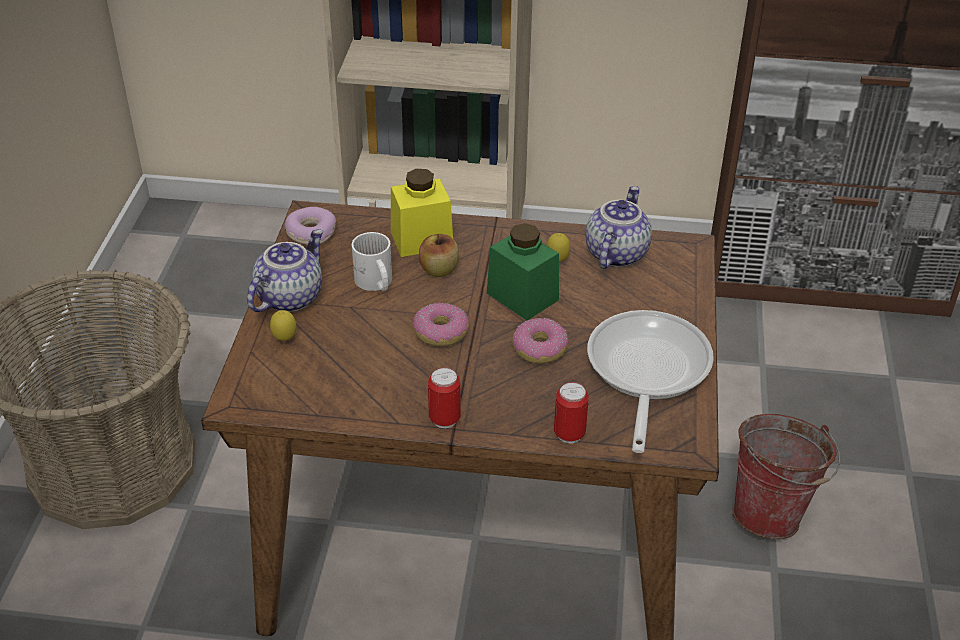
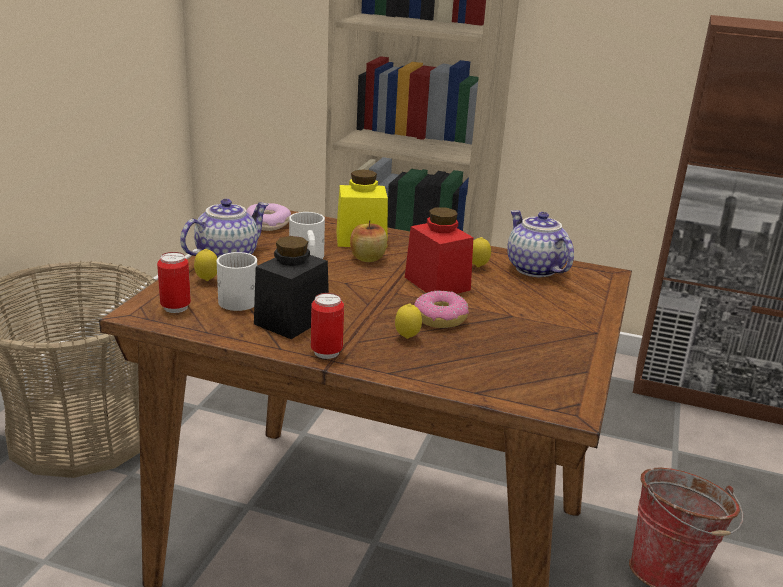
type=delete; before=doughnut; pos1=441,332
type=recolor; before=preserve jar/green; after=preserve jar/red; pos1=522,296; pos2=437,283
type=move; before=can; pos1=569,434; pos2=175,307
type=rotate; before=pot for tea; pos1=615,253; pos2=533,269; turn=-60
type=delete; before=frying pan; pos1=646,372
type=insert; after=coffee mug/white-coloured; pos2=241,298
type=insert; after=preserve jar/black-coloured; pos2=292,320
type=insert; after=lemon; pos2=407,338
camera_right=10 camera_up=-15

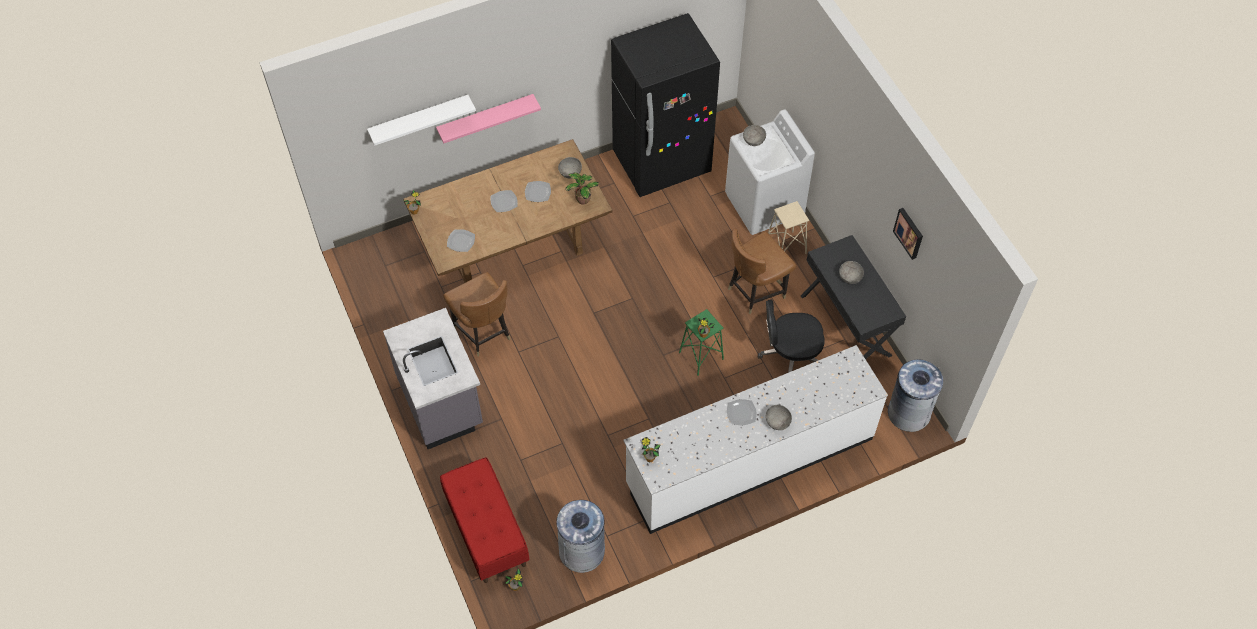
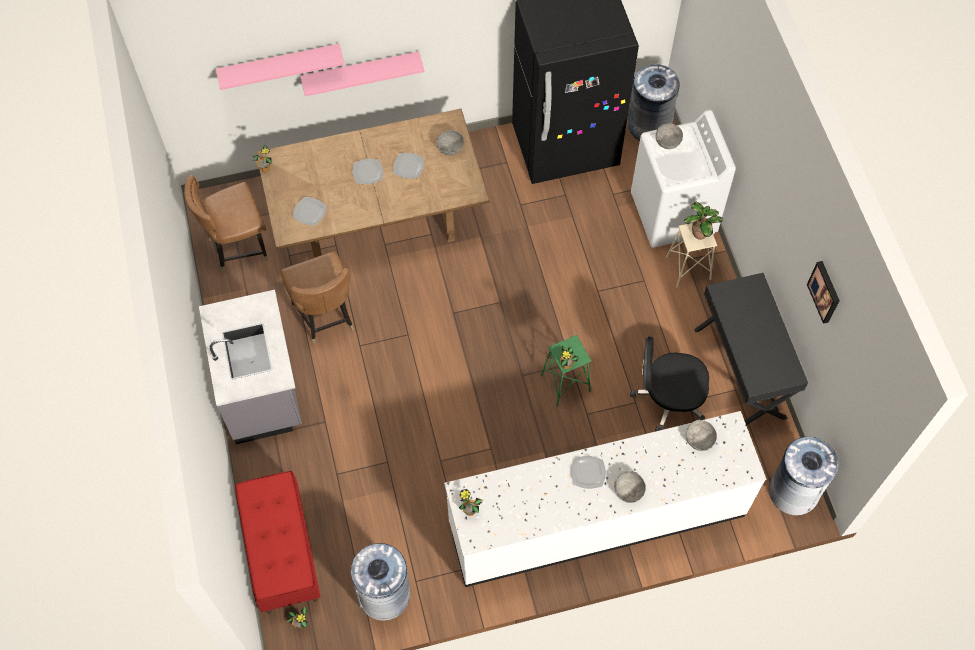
type=recolor; before=bracket shelf/white-coloured; after=bracket shelf/pinkish; pos1=419,119; pos2=279,64
type=move; before=houseplant; pos1=582,199; pos2=698,233
type=move; before=plain chair/brown-coloured; pos1=755,291; pos2=238,247
type=move; before=deep dish/gray; pos1=850,276; pos2=699,439
type=insert; after=trash can/gray; pos2=649,125
camera_right=10 camera_up=5

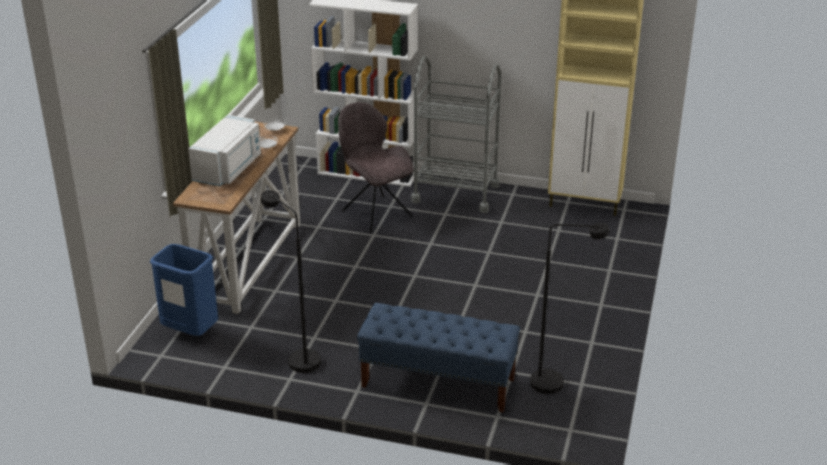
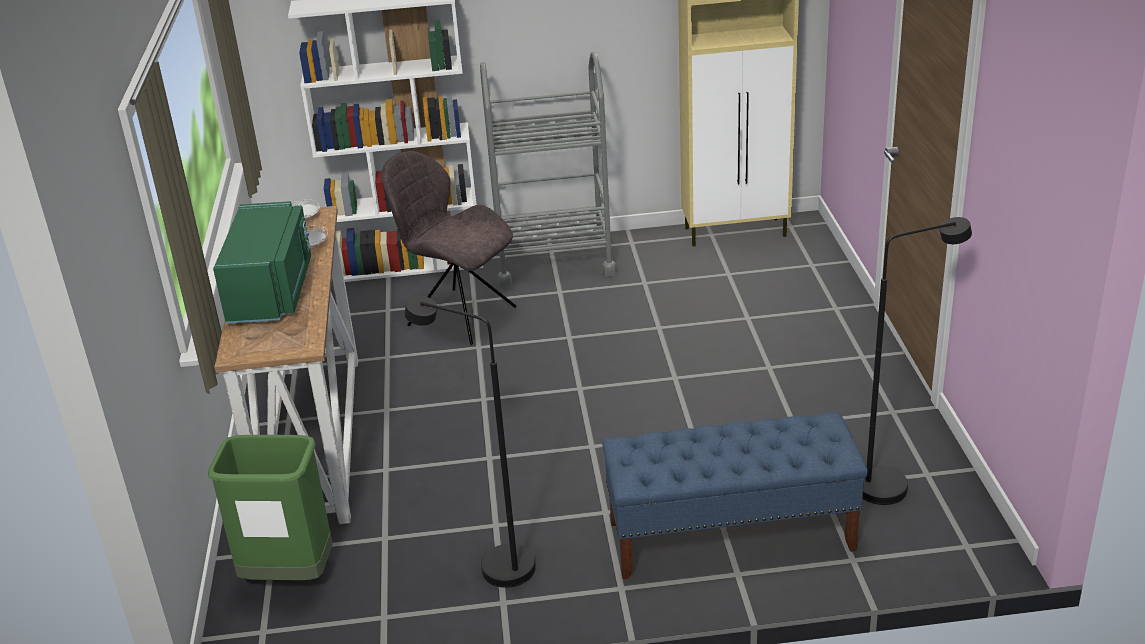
type=recolor; before=trash can/blue; after=trash can/green; pos1=190,332; pos2=288,576
type=recolor; before=microwave oven/white-coloured; after=microwave oven/green; pos1=229,169; pos2=272,291
camera_right=-20 camera_up=0

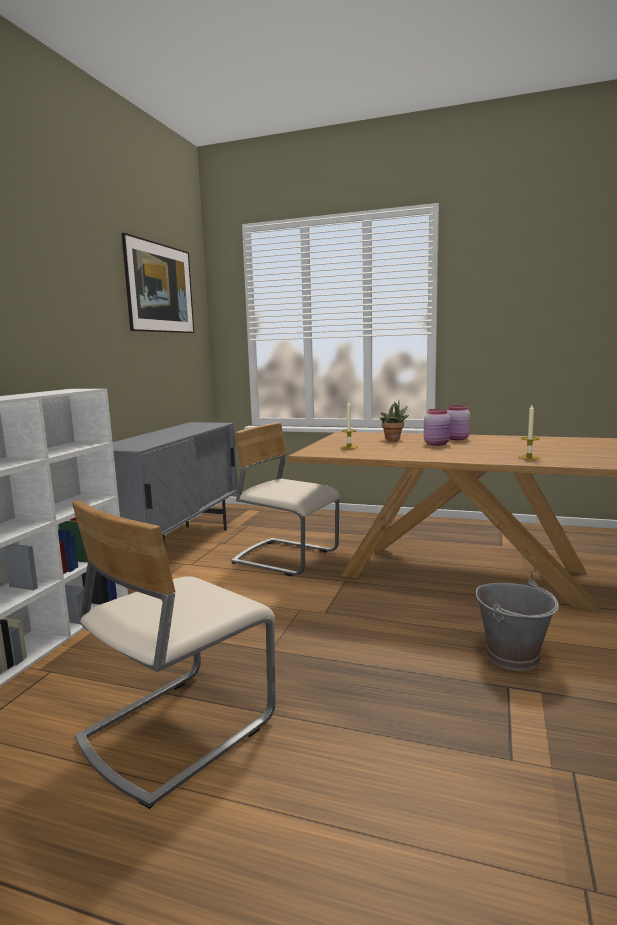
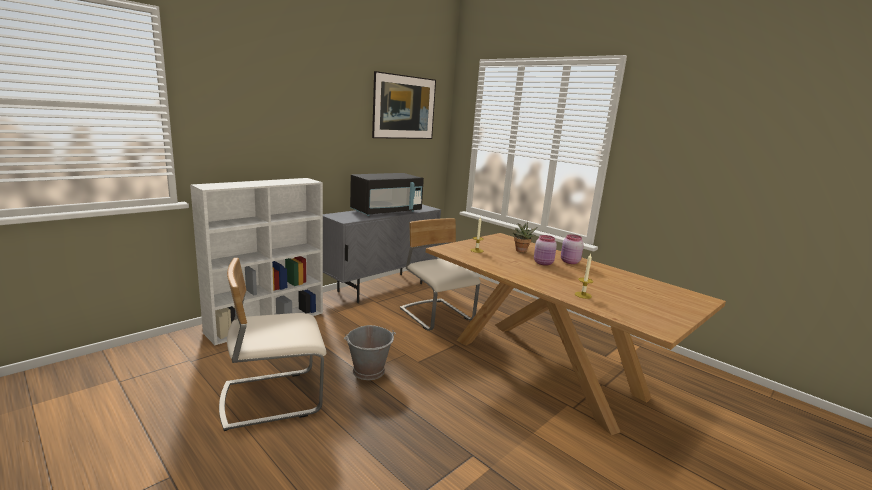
type=move; before=water bucket/gray; pos1=513,656; pos2=369,371
type=insert; after=microwave oven/black-coloured; pos2=386,212
camera_right=25 camera_up=5

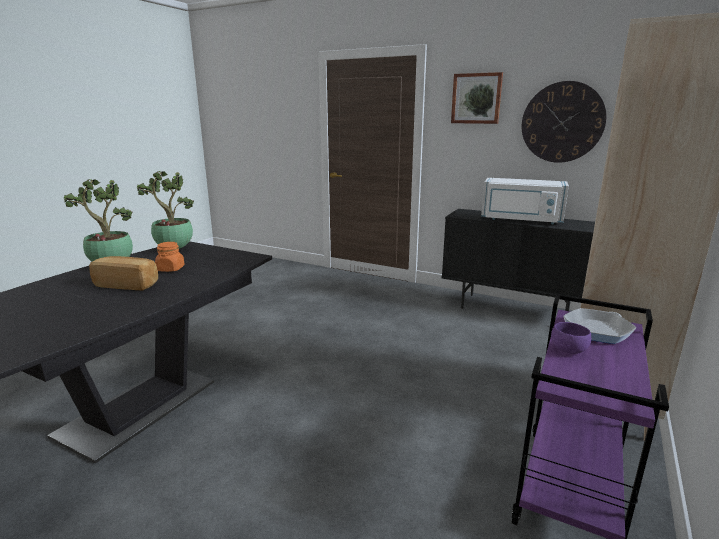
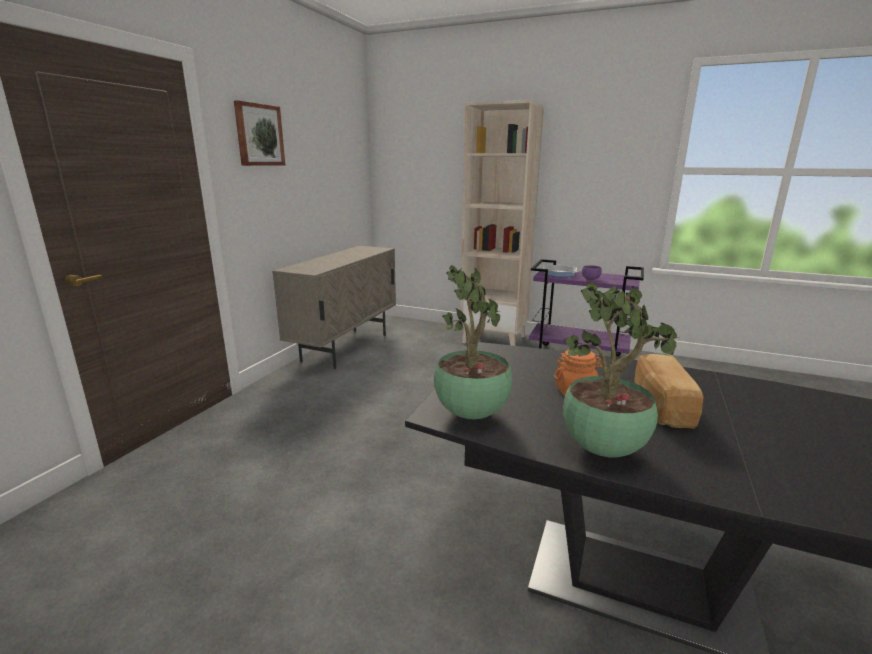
type=recolor; before=storage cabinet/black-coloured; after=storage cabinet/beige; pos1=514,310; pos2=346,347
type=delete; before=microwave oven/white-coloured; pos1=521,220
type=delete; before=wall clock; pos1=562,122
camera_right=-95 camera_up=0

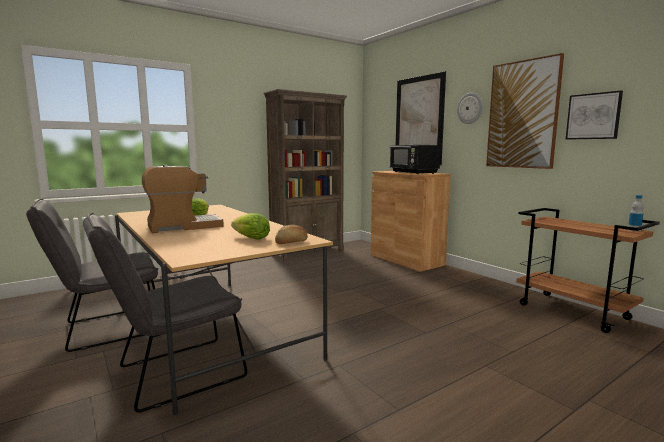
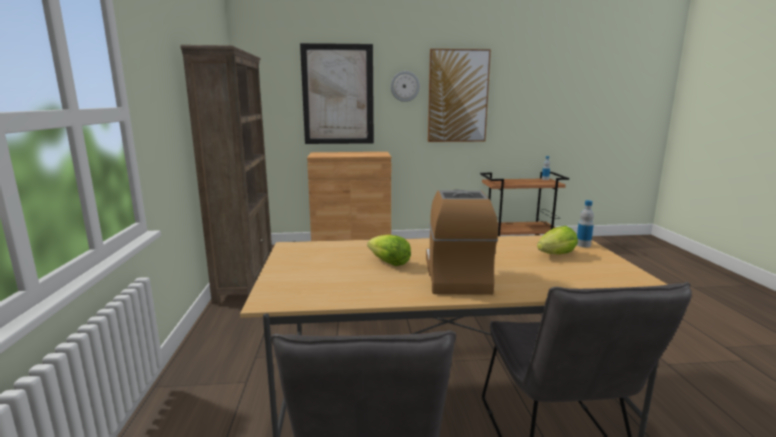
type=replace; before=baked bread; after=beverage bottle; pos1=292,242; pos2=583,245
type=delete; before=microwave oven/black-coloured; pos1=413,172
type=delete; before=wall picture; pos1=593,116
camera_right=-60 camera_up=5

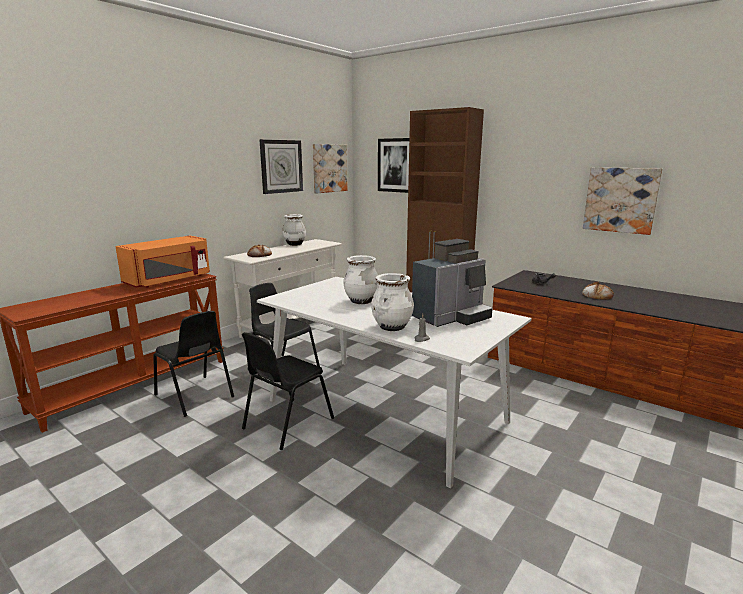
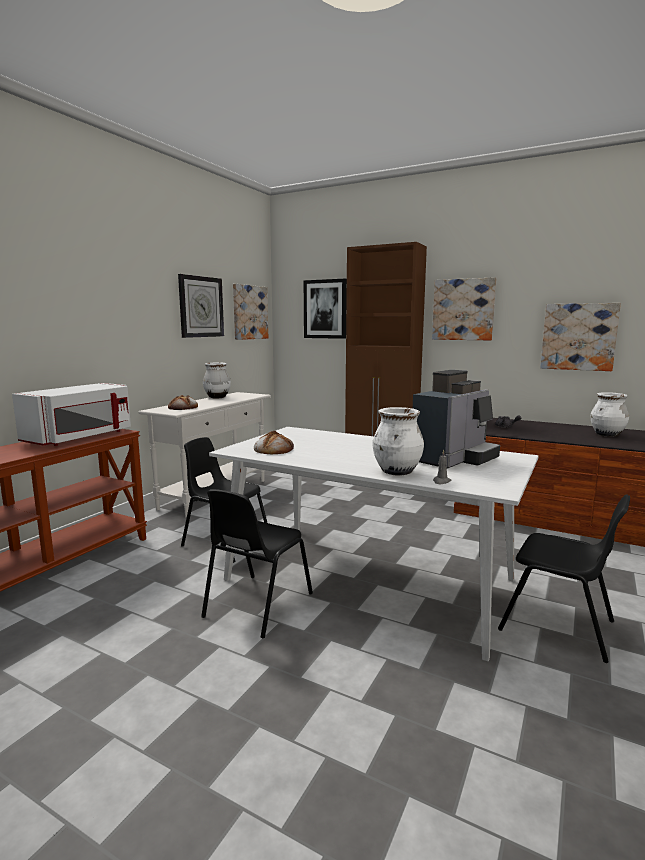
type=recolor; before=microwave oven/orangey; after=microwave oven/white-coloured; pos1=169,280; pos2=81,437
type=move; before=plain chair/black-coloured; pos1=195,396; pos2=558,626
type=move; before=decorative vase/white-coloured; pos1=361,301; pos2=607,435
type=move; before=baked bread; pos1=597,295; pos2=273,449
type=insert; after=wall picture; pos2=463,309
camera_right=-10 camera_up=-5

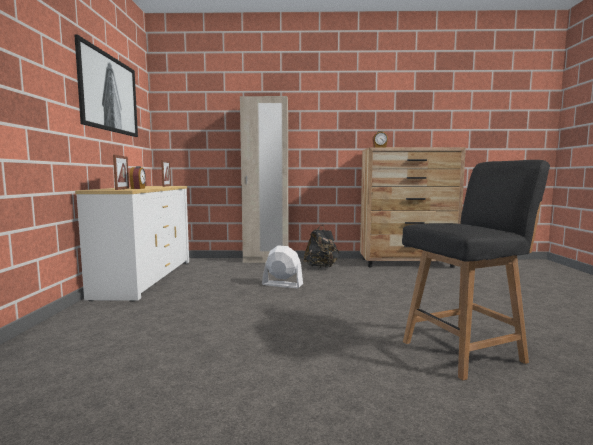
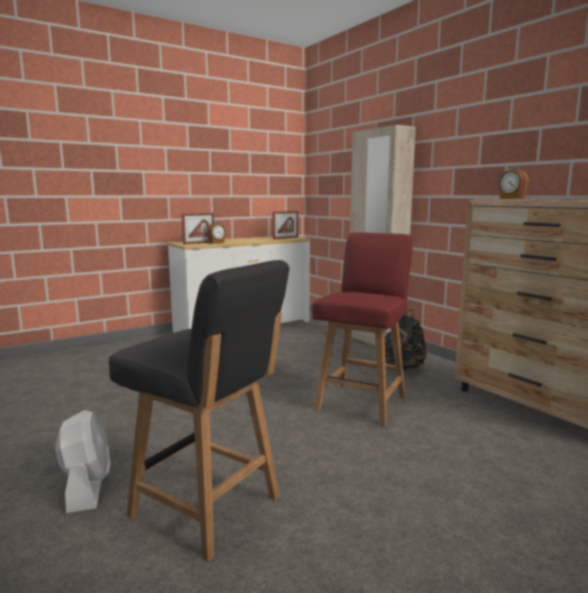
type=delete; before=wall picture; pos1=109,93
type=move; before=cooling fan/white-coloured; pos1=282,284; pos2=87,487
type=insert; after=plain chair/red; pos2=362,402
camera_right=55 camera_up=5

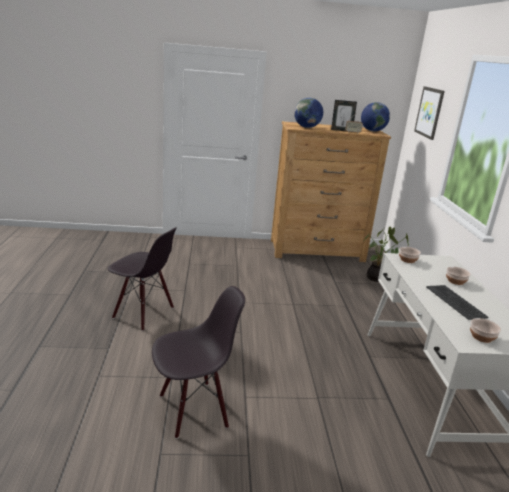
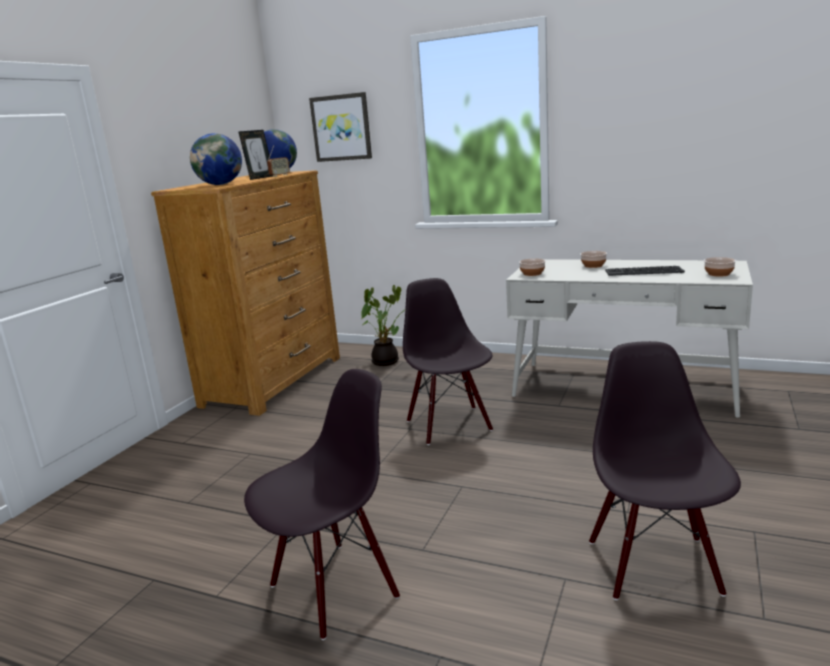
type=insert; after=plain chair/black-coloured; pos2=450,425
camera_right=-60 camera_up=-5

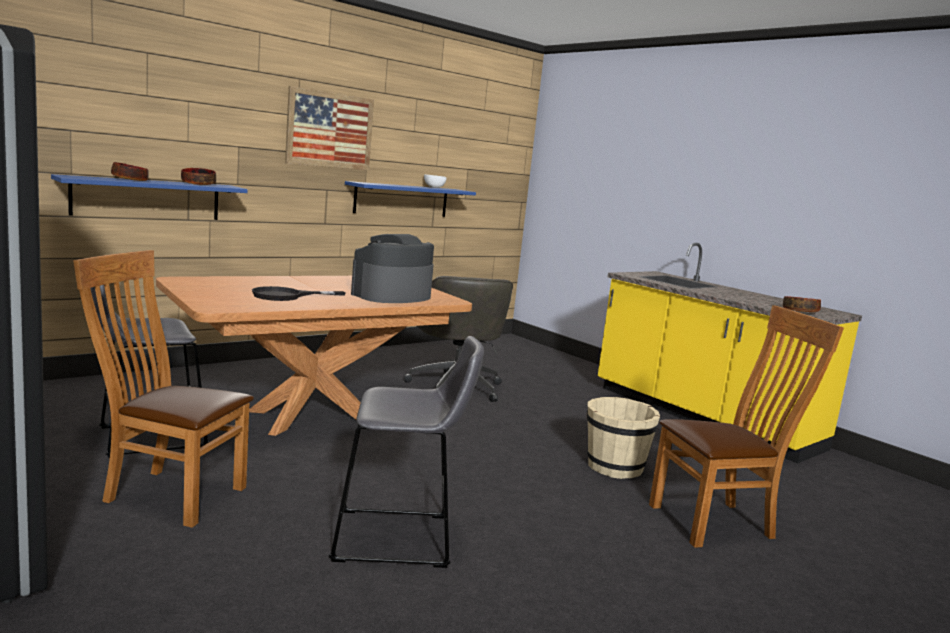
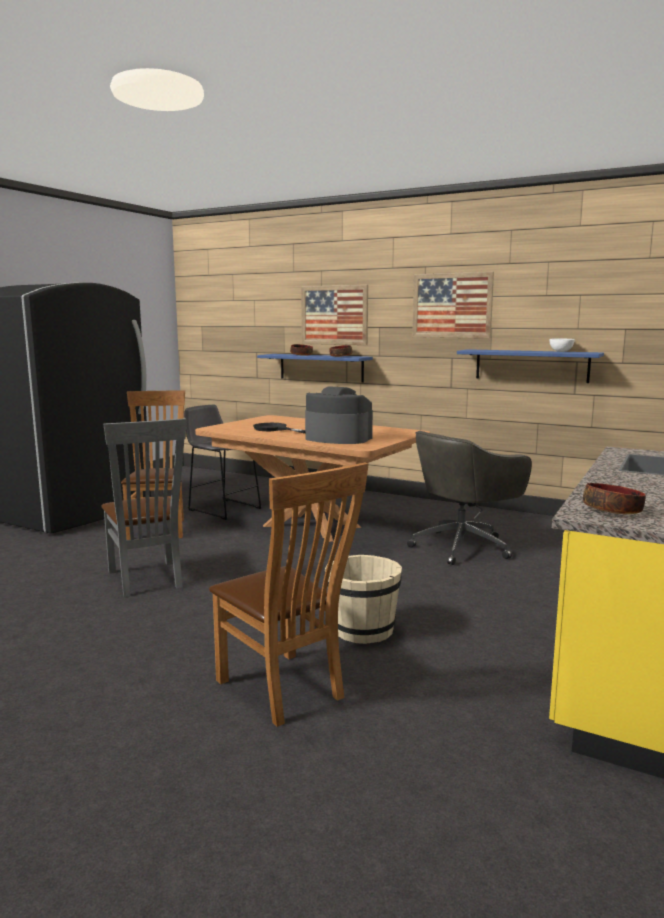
type=replace; before=sitting stool/gray; after=plain chair/gray; pos1=400,539; pos2=147,580
type=insert; after=wall picture; pos2=334,315
camera_right=70 camera_up=0

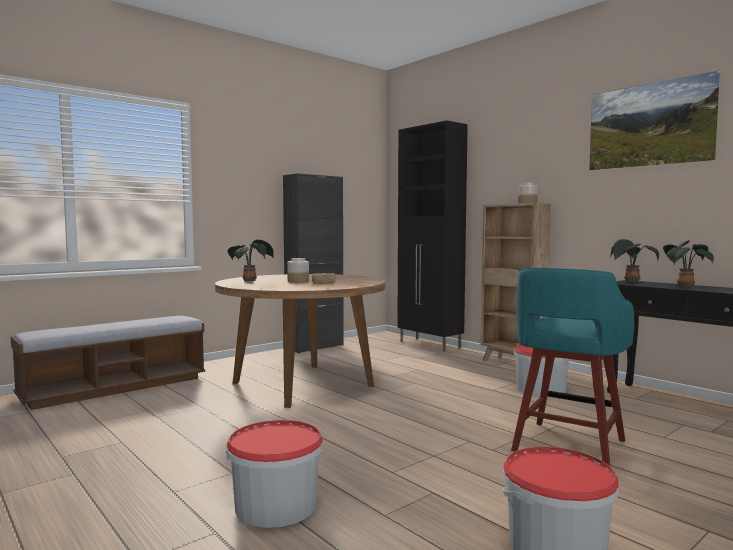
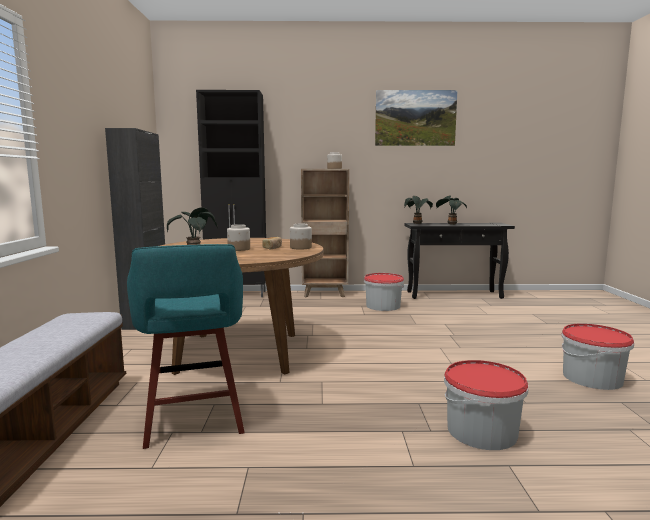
type=move; before=sitting stool/turquoise-coloured; pos1=568,447; pos2=193,419
type=insert; after=preserve jar; pos2=300,247
camera_right=-50 camera_up=5

